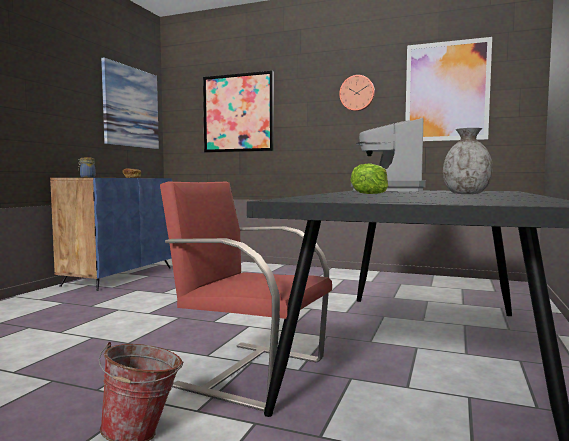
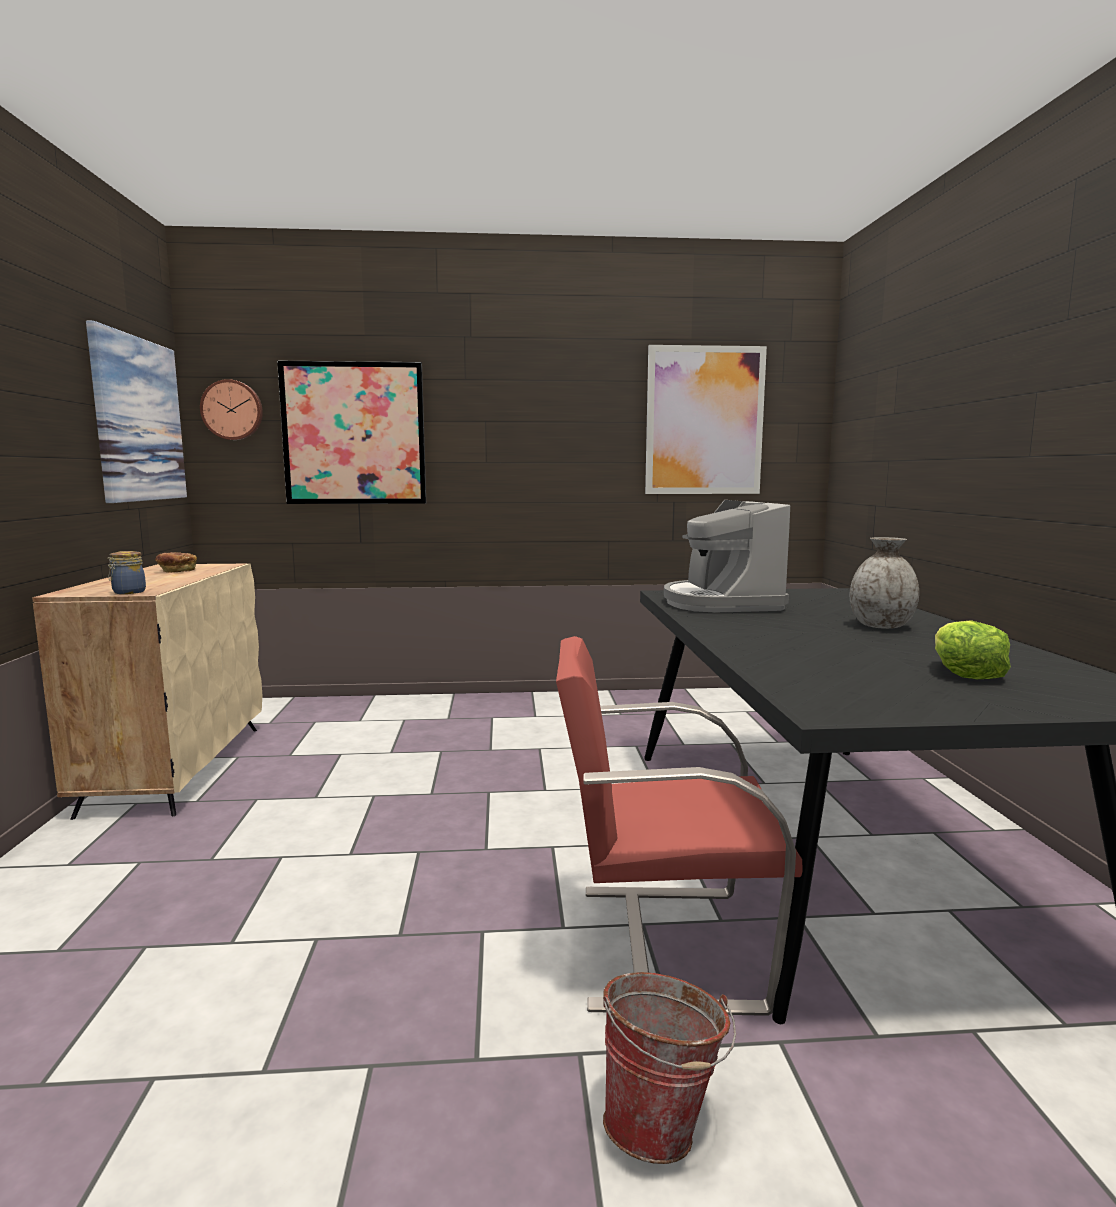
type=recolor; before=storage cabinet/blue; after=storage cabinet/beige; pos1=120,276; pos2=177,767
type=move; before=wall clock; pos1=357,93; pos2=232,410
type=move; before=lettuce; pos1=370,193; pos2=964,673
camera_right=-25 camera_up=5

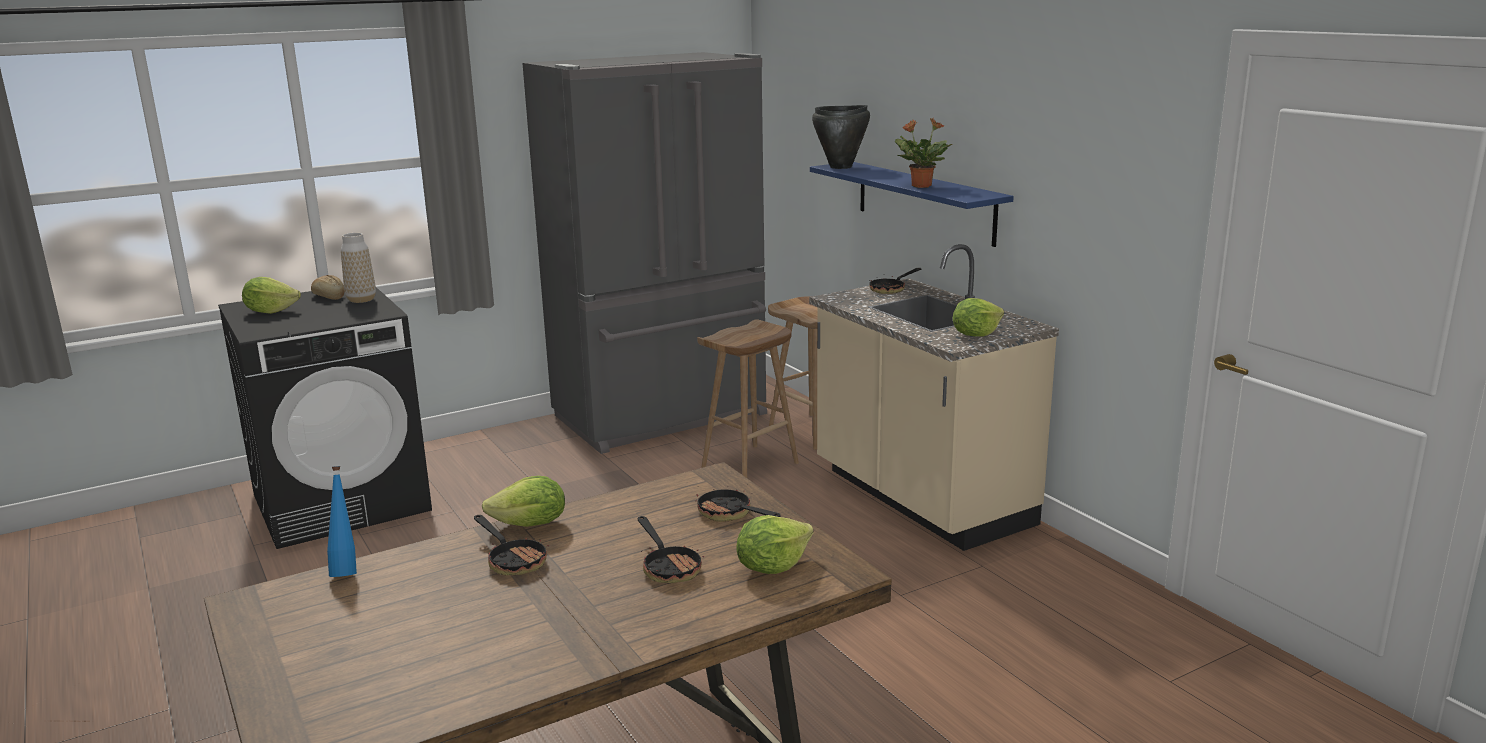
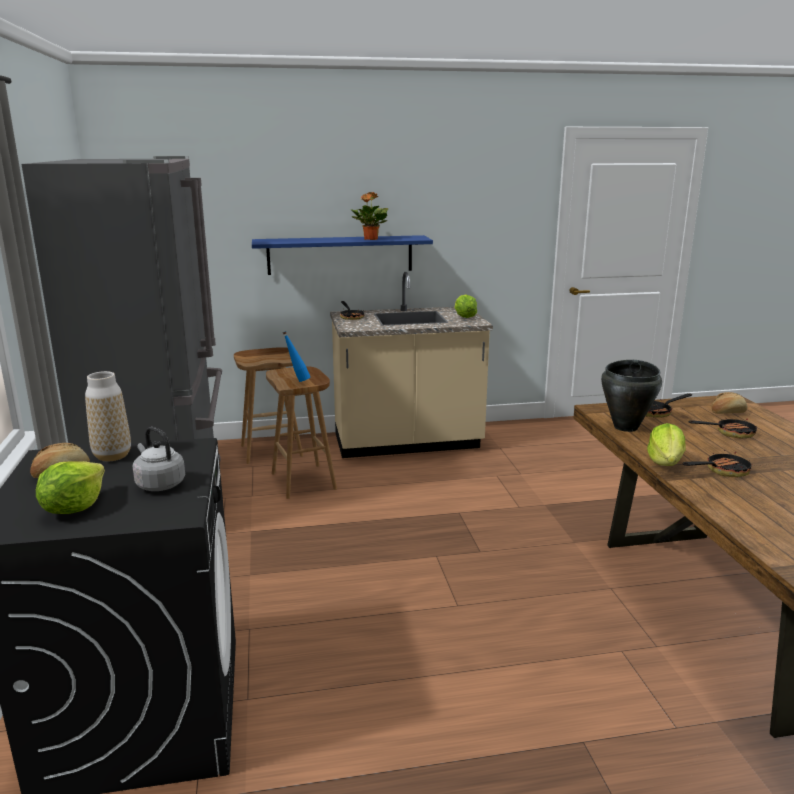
type=move; before=beverage bottle/blue; pos1=346,571; pos2=297,381
type=replace; before=lettuce; after=baked bread; pos1=772,566; pos2=727,412
type=move; before=cooking pot/black-coloured; pos1=841,167; pos2=626,427
type=insert; after=water kettle/gray; pos2=159,484
camera_right=-70 camera_up=0

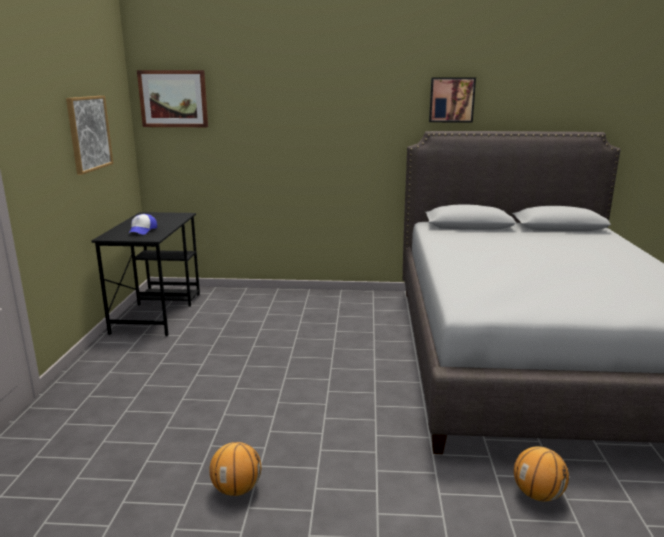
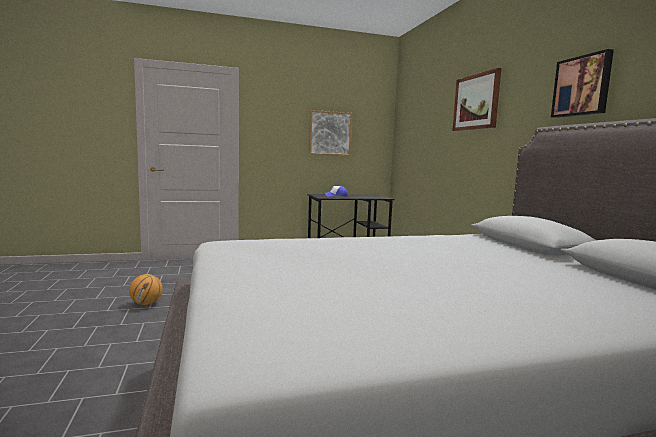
type=move; before=wall picture; pos1=173,99; pos2=476,102
type=delete; before=ball for basketball; pos1=538,494
camera_right=70 camera_up=-10

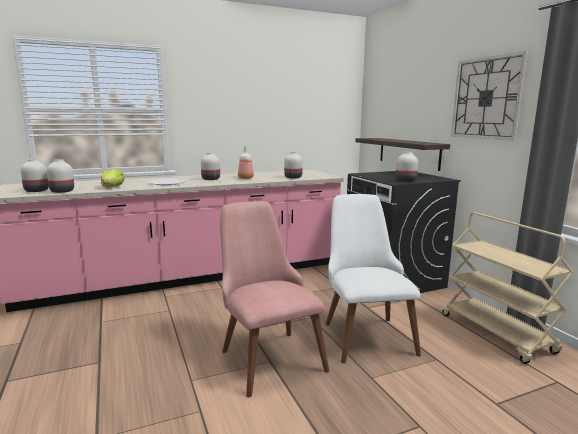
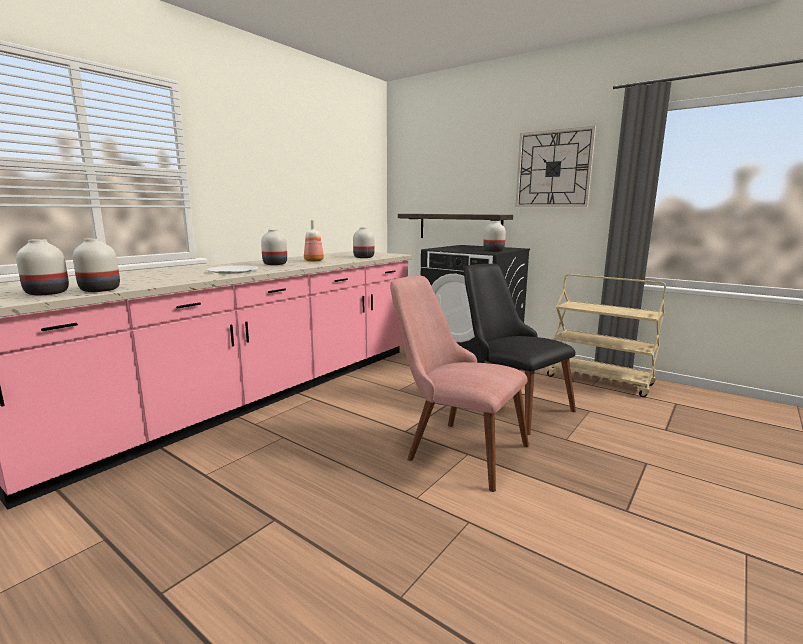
type=delete; before=lettuce; pos1=112,187
type=recolor; before=plain chair/white-coloured; after=plain chair/black-coloured; pos1=364,332; pos2=509,405
camera_right=-30 camera_up=0

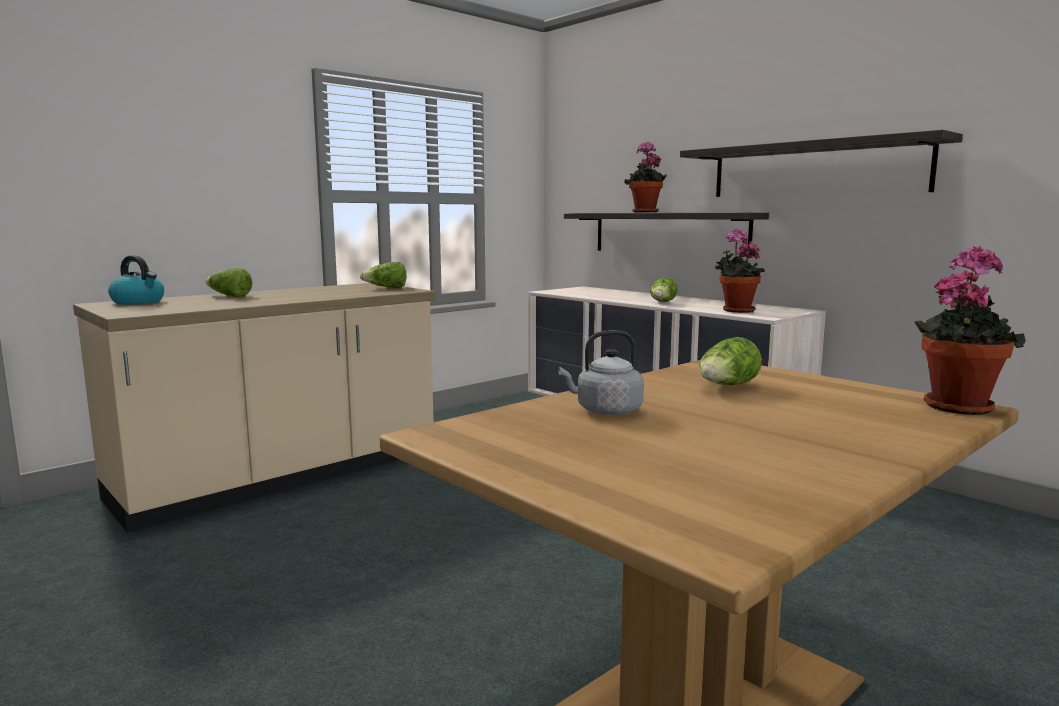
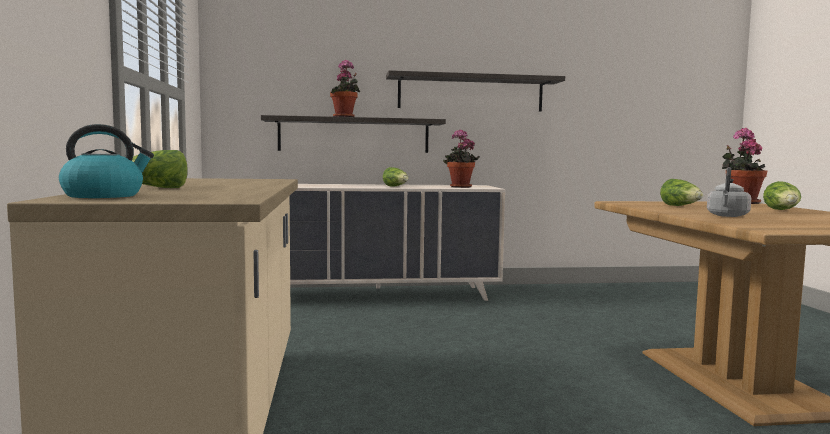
type=move; before=lettuce; pos1=386,288; pos2=783,210
camera_right=-55 camera_up=-5

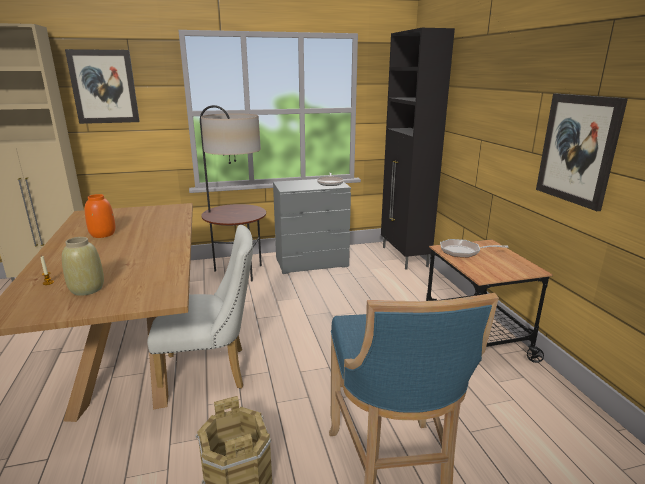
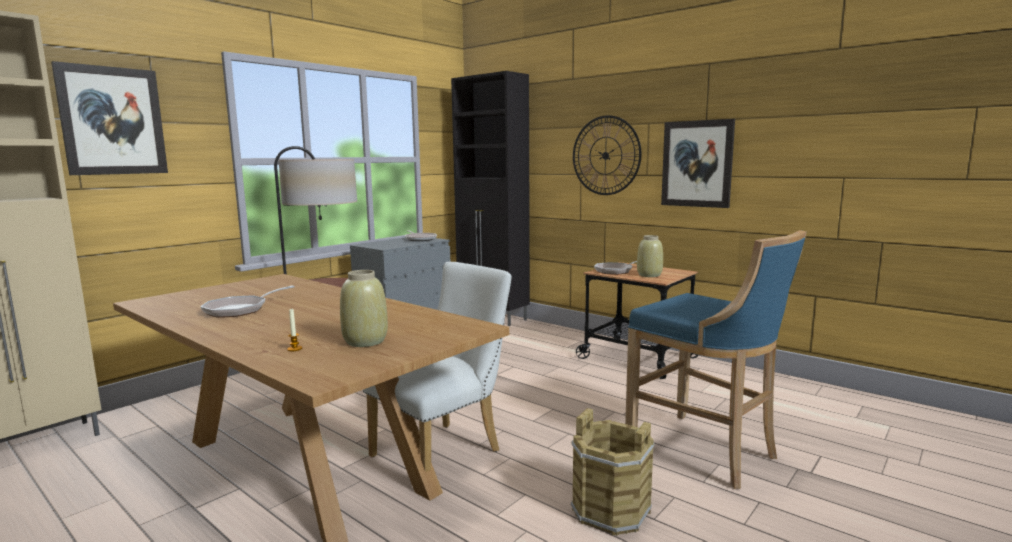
type=replace; before=decorative vase/orangey; after=frying pan; pos1=103,234; pos2=240,309
type=insert; after=wall clock; pos2=605,155
type=insert; after=decorative vase/beige; pos2=649,275
camera_right=-35 camera_up=-10

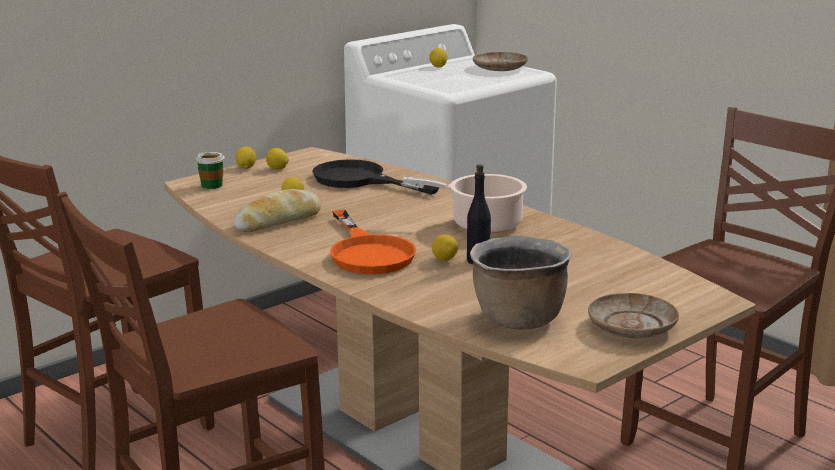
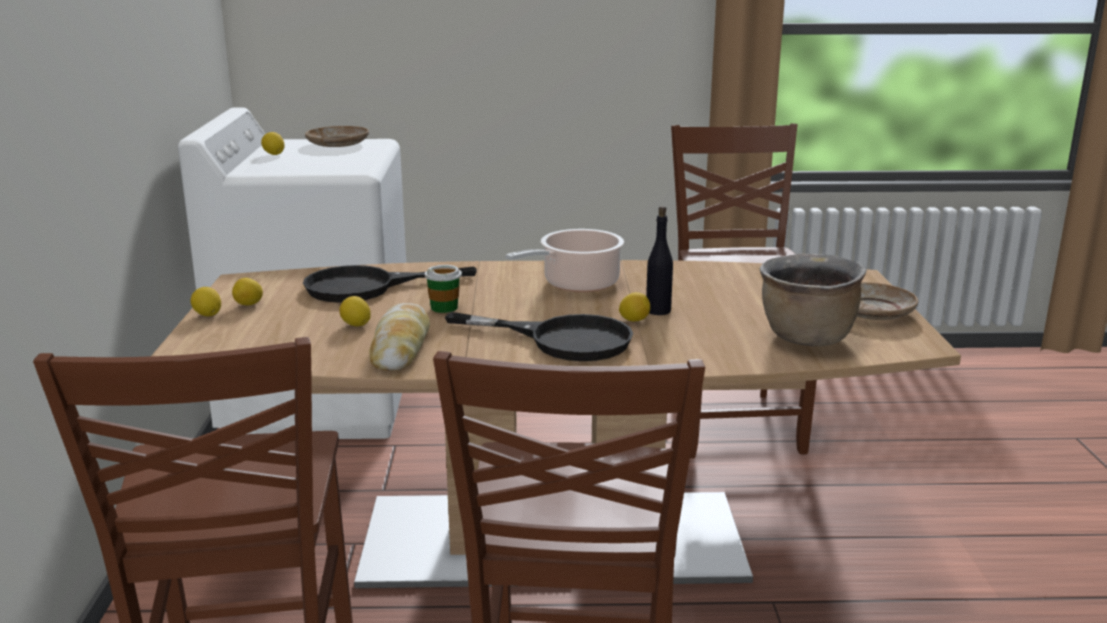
type=move; before=drinking cup; pos1=212,185; pos2=444,308
type=recolor; before=frying pan/orangey; after=frying pan/black-coloured; pos1=368,252; pos2=563,339
camera_right=-50 camera_up=0

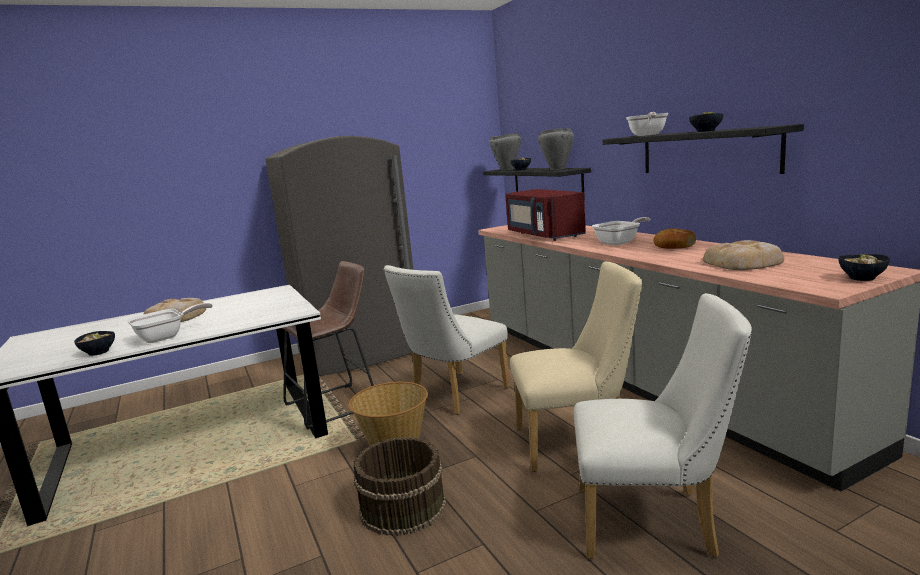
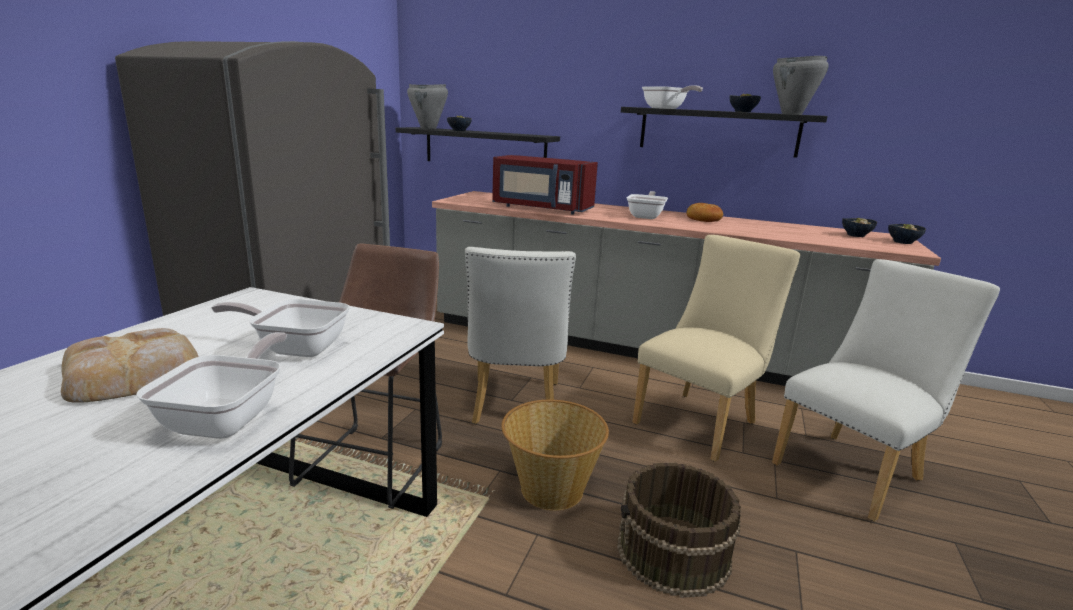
type=move; before=deep dish; pos1=98,352; pos2=856,235
type=move; before=cooking pot/gray; pos1=557,169; pos2=791,114
type=delete; before=baked bread; pos1=744,263
type=insert; after=frying pan; pos2=295,347
camera_right=-45 camera_up=5

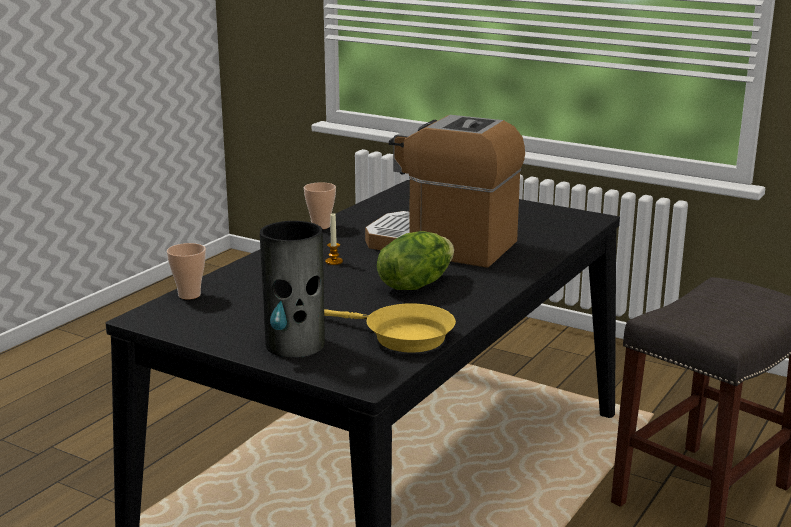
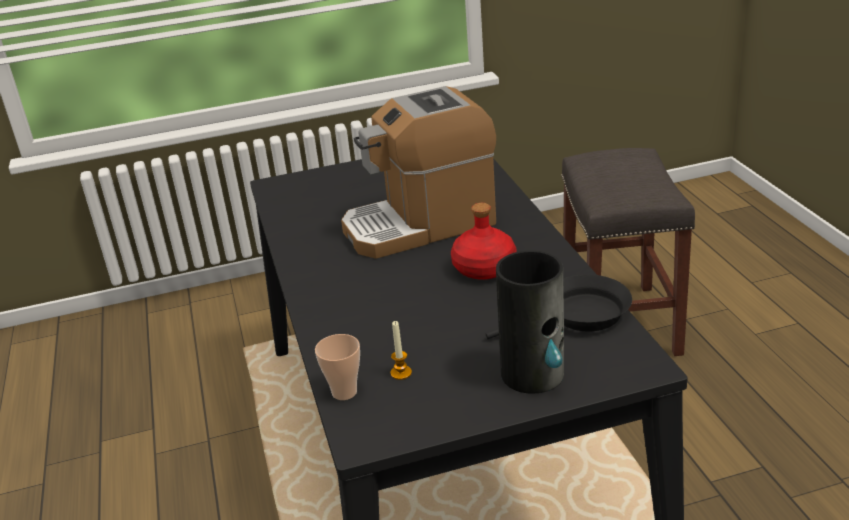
type=delete; before=drinking cup; pos1=320,226
type=recolor; before=frying pan/yellow-coloured; after=frying pan/black-coloured; pos1=402,337; pos2=579,316
type=move; before=candle; pos1=334,261; pos2=401,373
type=replace; before=lettuce; after=beverage bottle/red; pos1=415,284; pos2=484,268
camera_right=-45 camera_up=10

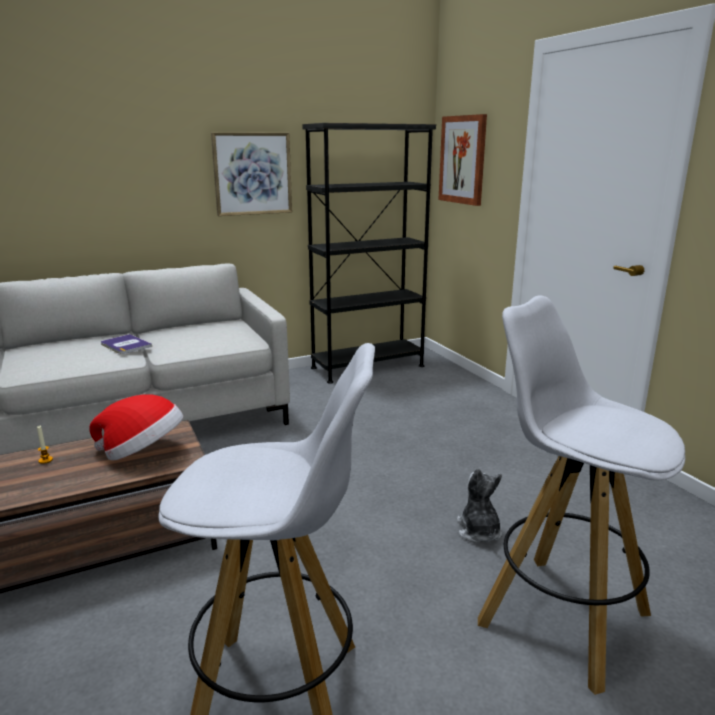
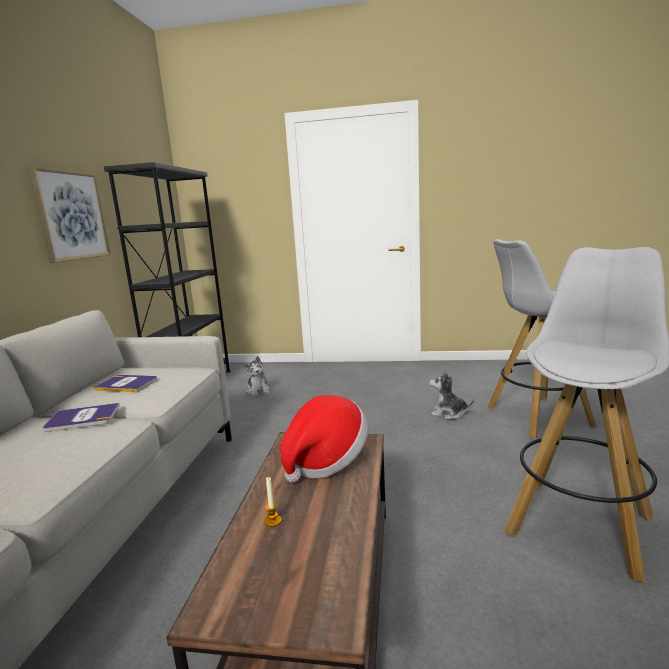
type=delete; before=wall picture; pos1=463,160
type=insert; after=volume; pos2=127,384
type=insert; after=soft toy; pos2=258,391
camera_right=-55 camera_up=-5

